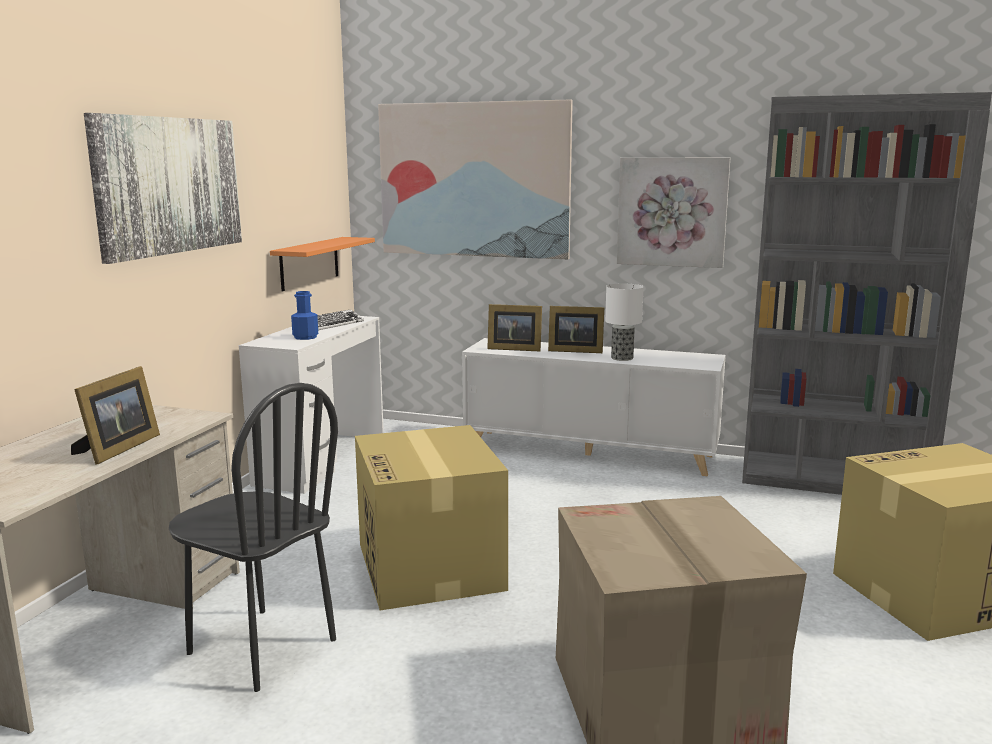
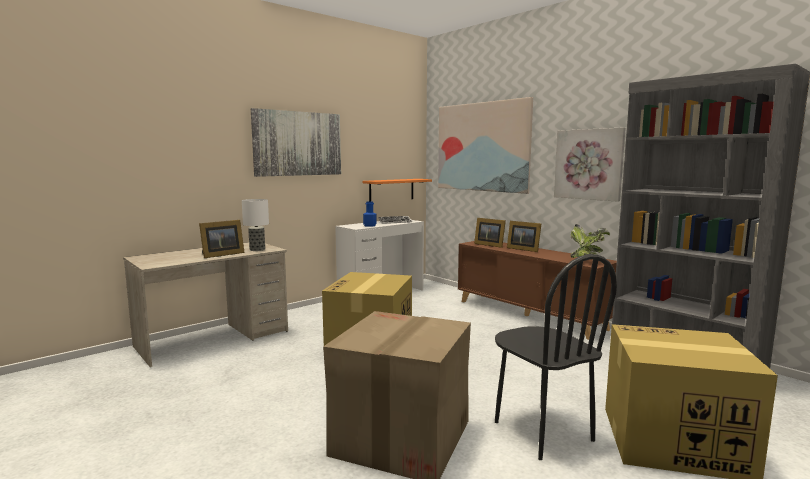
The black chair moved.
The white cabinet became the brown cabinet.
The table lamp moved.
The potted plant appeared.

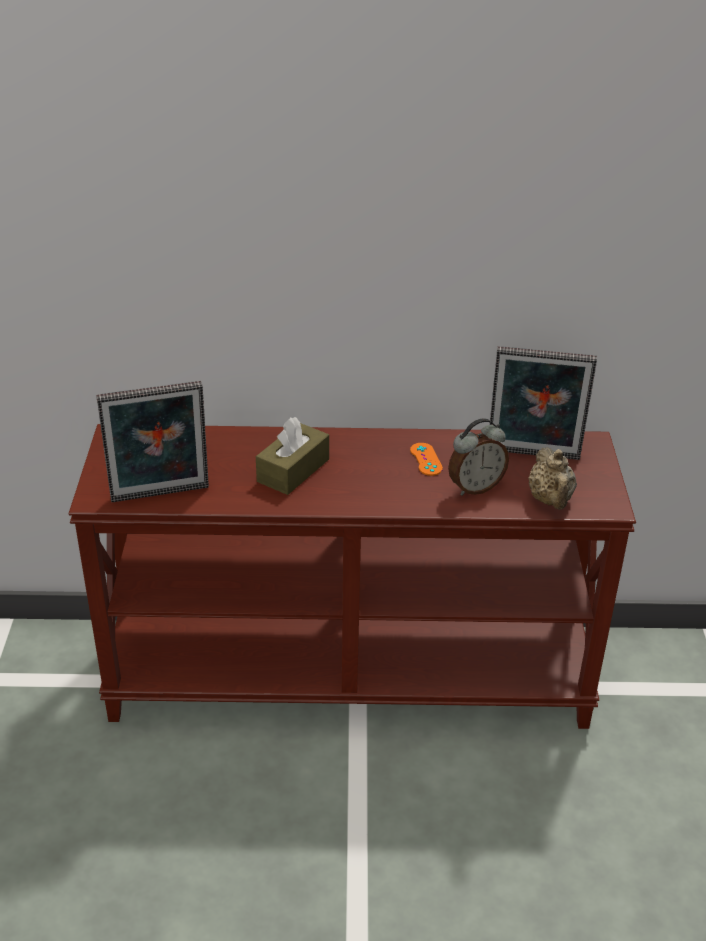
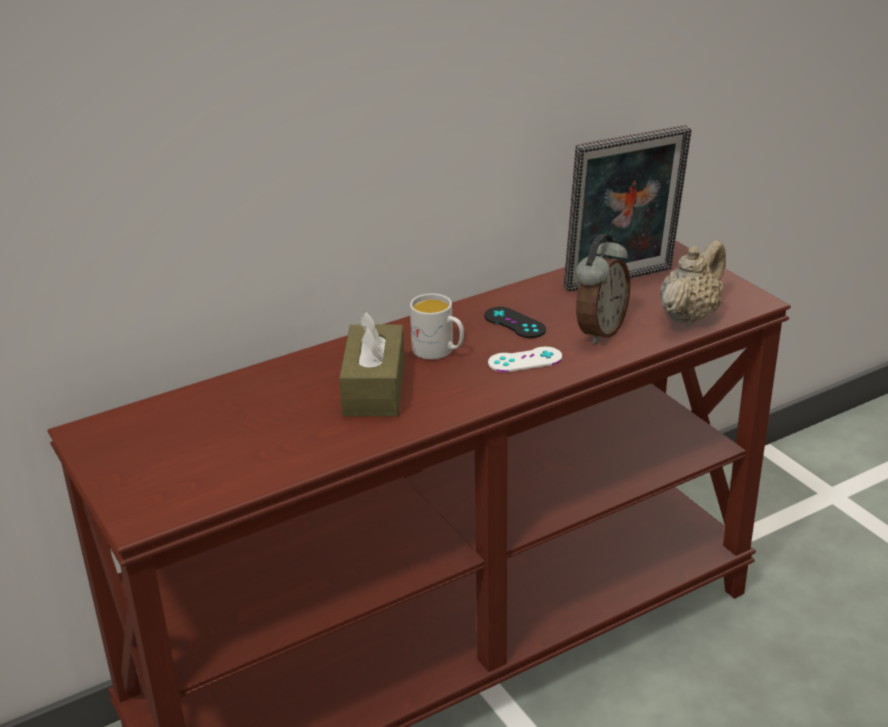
The picture frame (1st from left) disappeared.
The orange game controller became the black game controller.
The beige teapot turned 105 degrees counterclockwise.
The white mug appeared.
The white game controller appeared.

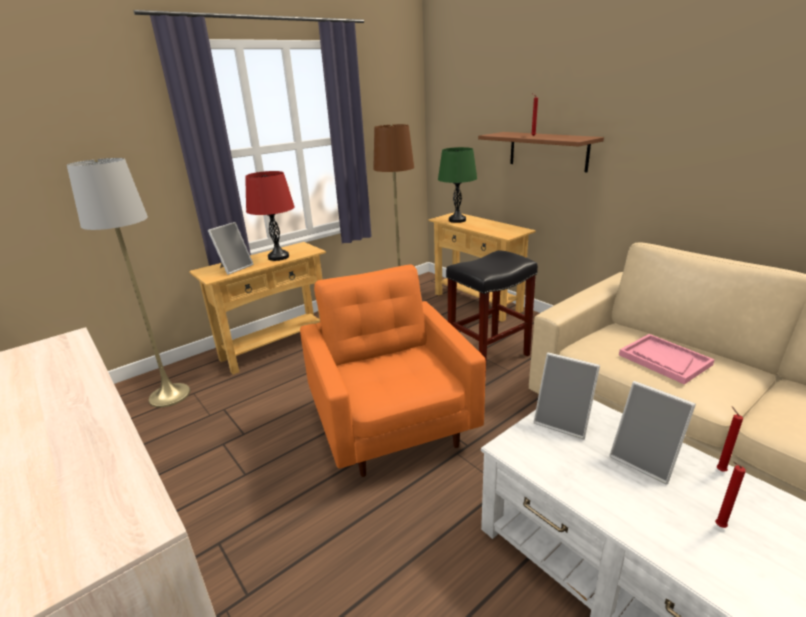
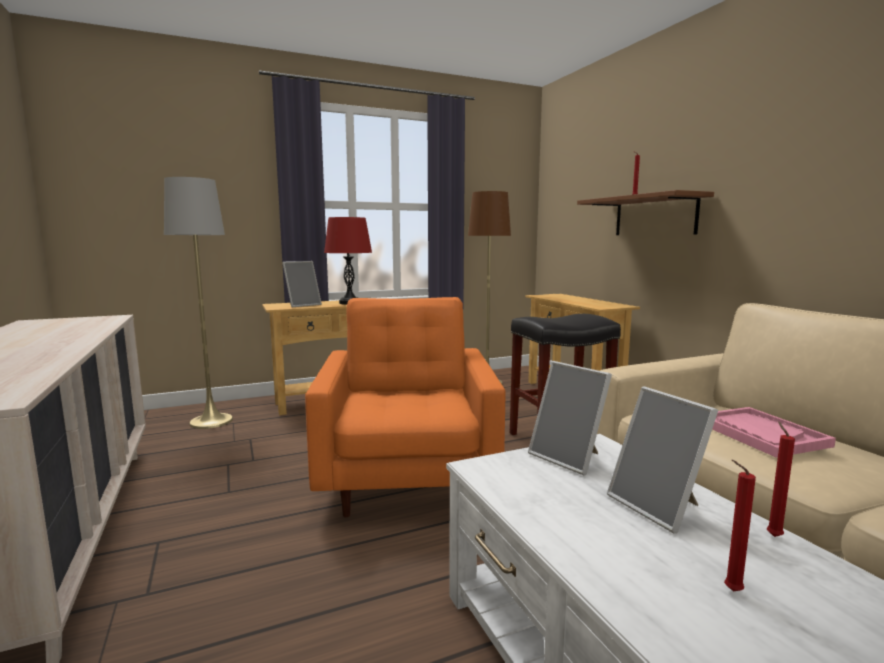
The green table lamp disappeared.

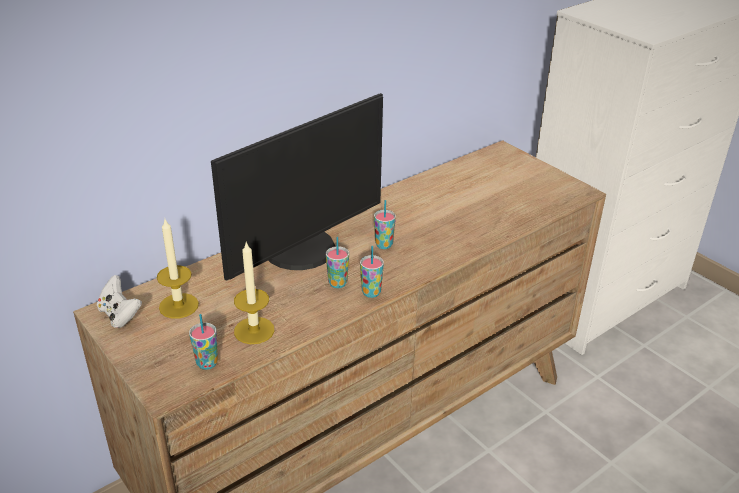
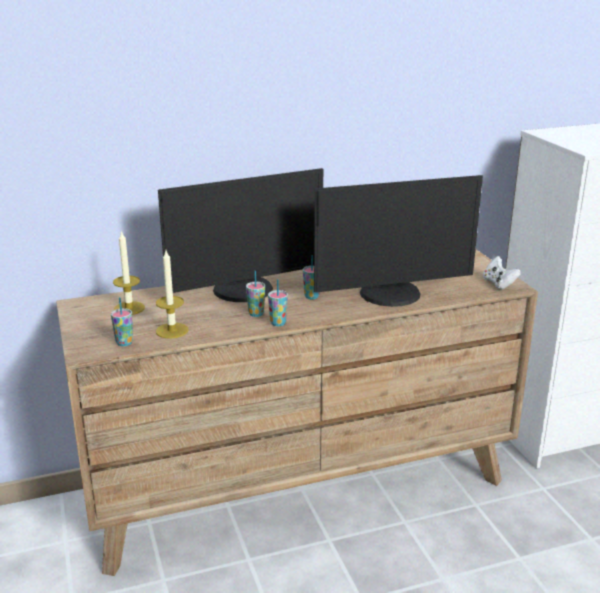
The white game controller moved.
The monitor (2nd from left) appeared.

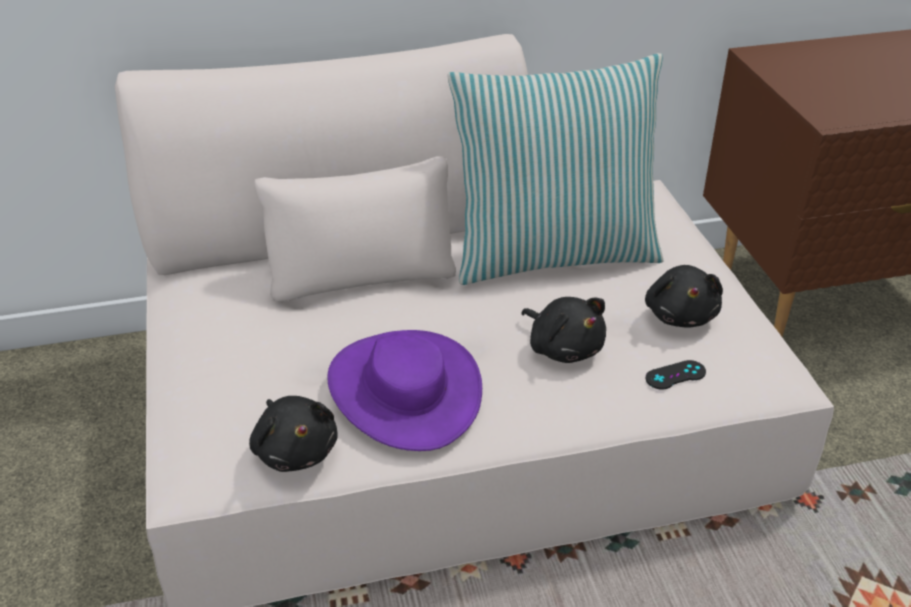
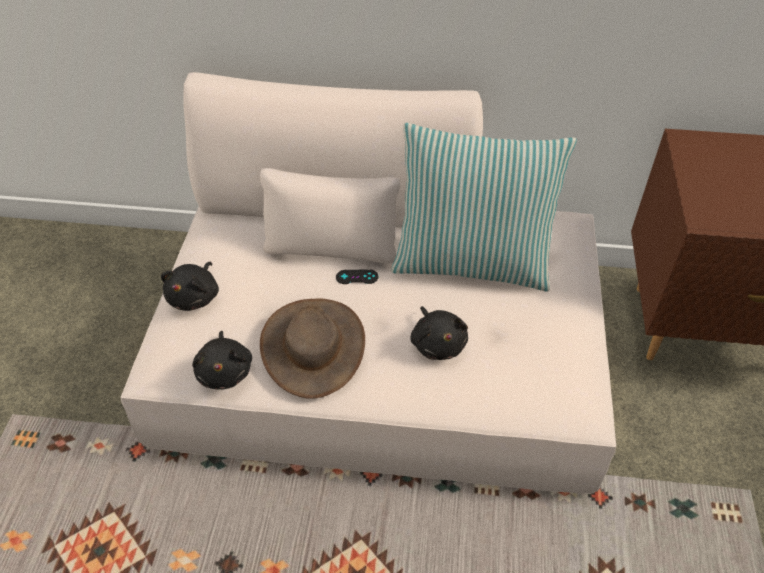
The purple hat became the brown hat.
The black plush toy (3rd from left in the first image) moved.
The black game controller moved.

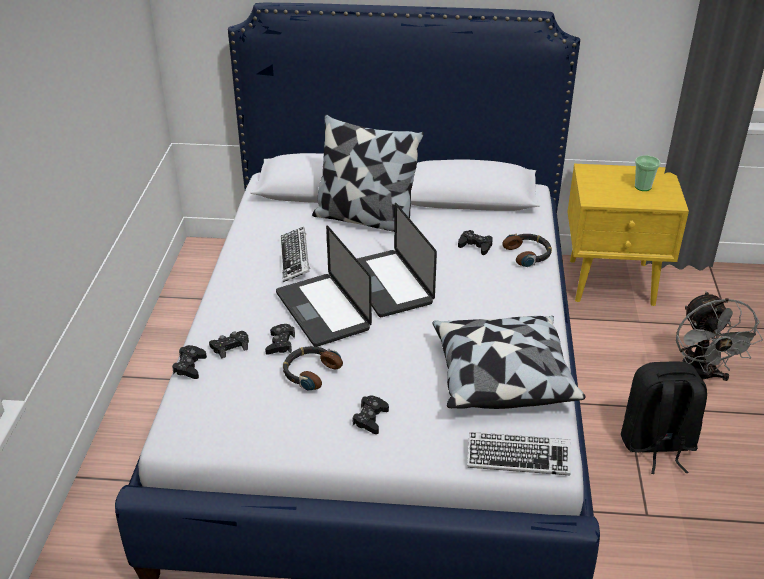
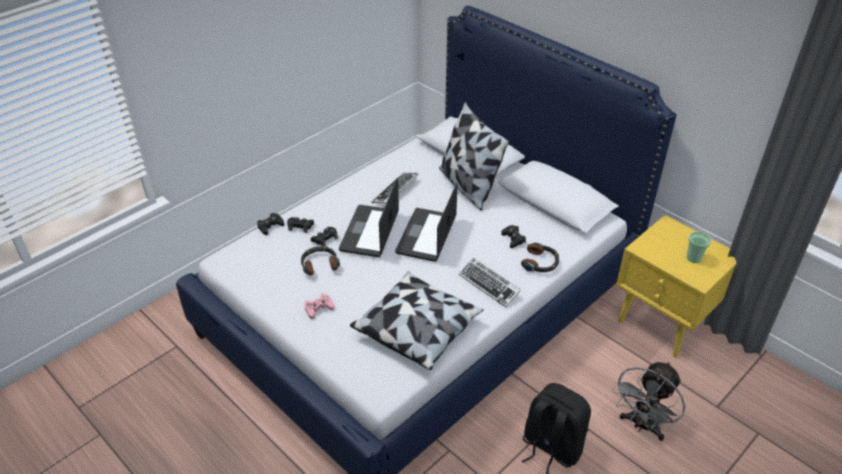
The black game controller (4th from left) became the pink game controller.
The keyboard (2nd from left) moved.

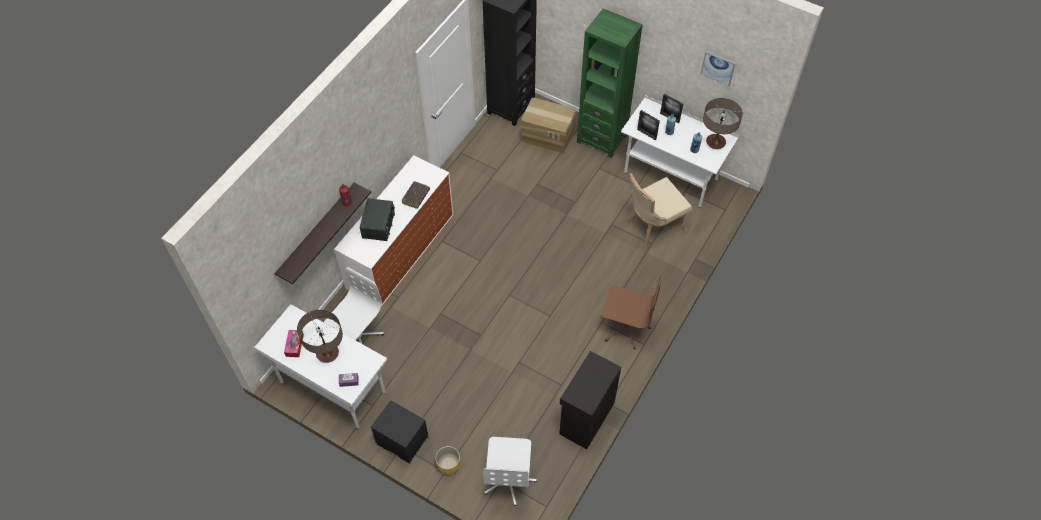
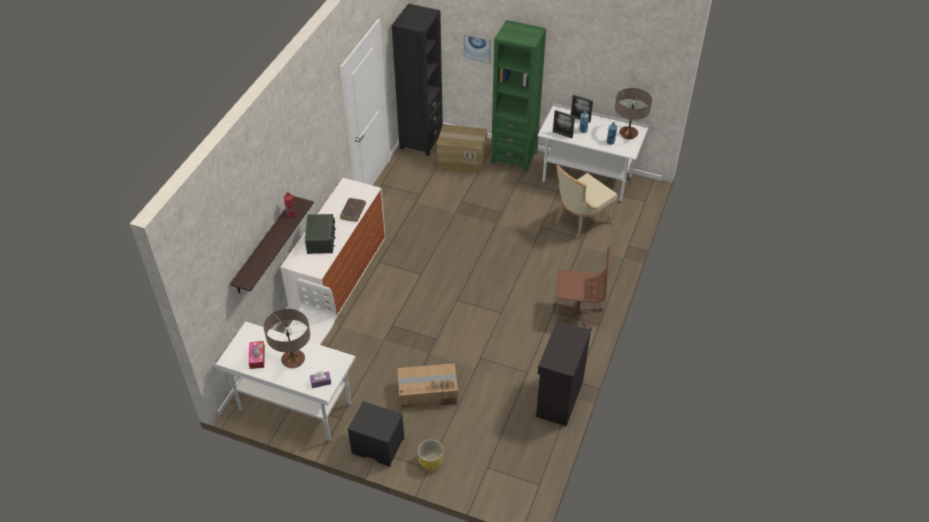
The white office chair (2nd from left) disappeared.
The picture moved.
The cardboard box (1st from left) appeared.

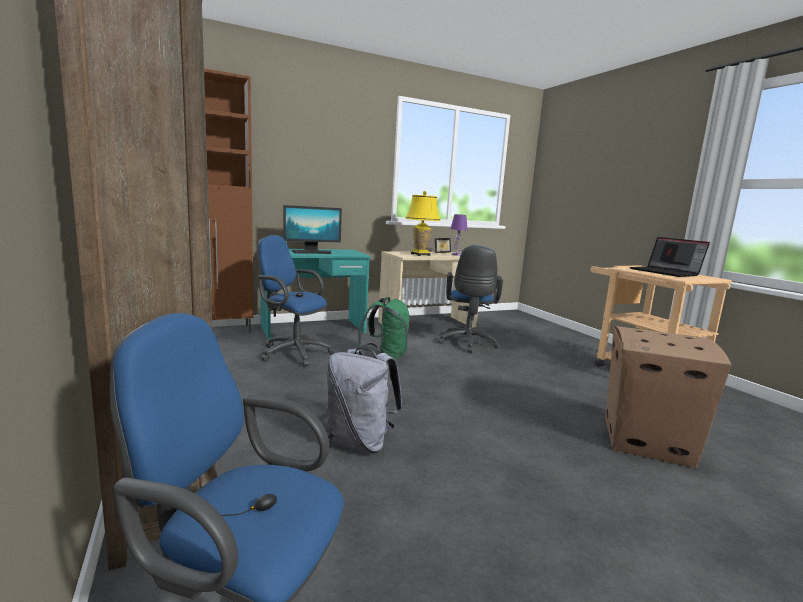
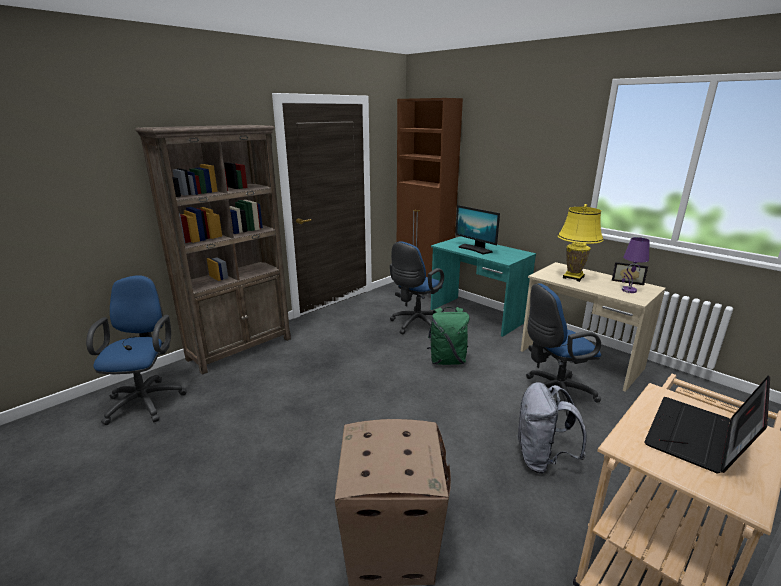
The blue office chair (2nd from left) turned 150 degrees counterclockwise.
The grey backpack moved.

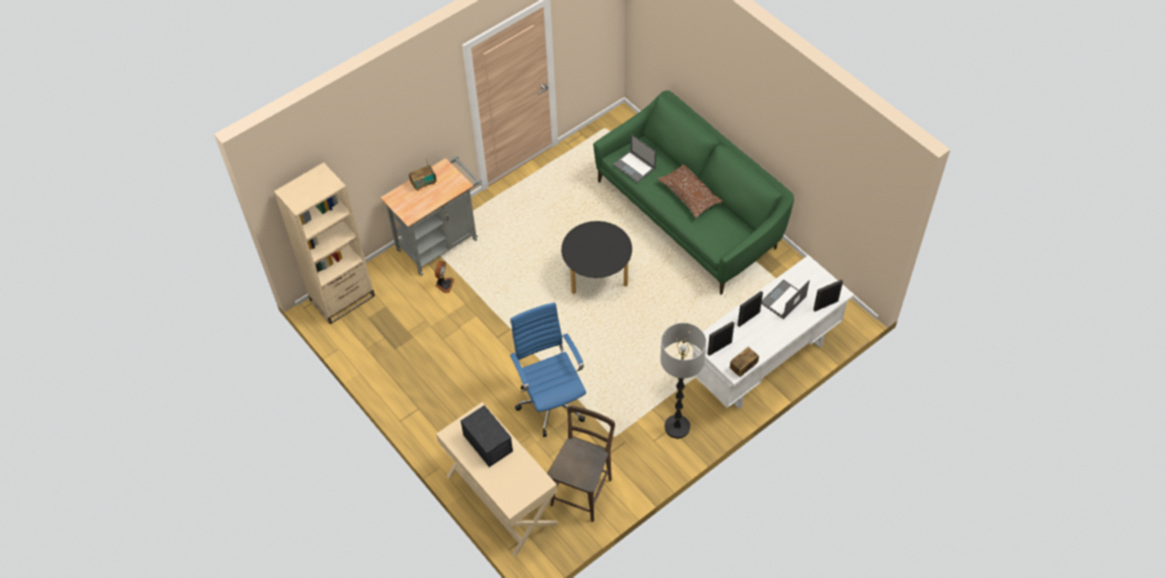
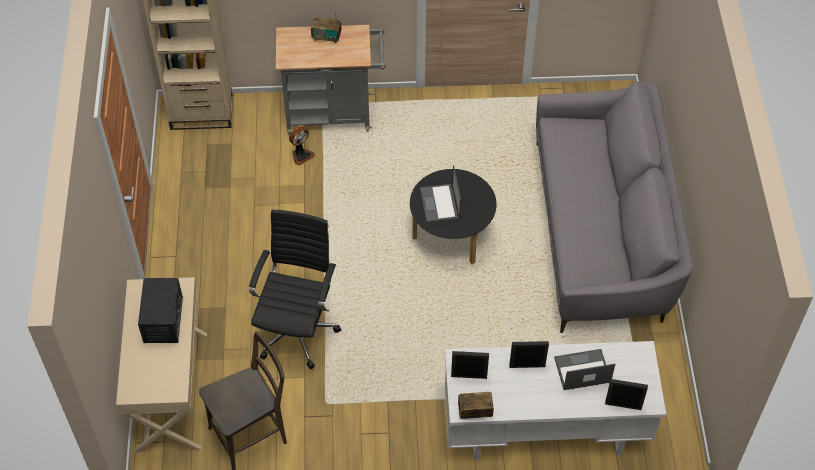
The blue office chair became the black office chair.
The green sofa became the grey sofa.
The laptop (1st from left) moved.
The brown pillow disappeared.
The floor lamp disappeared.

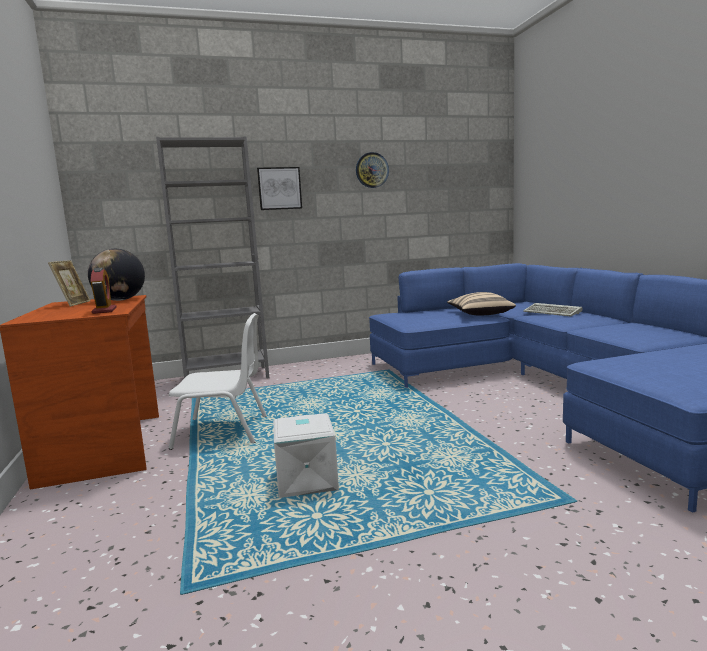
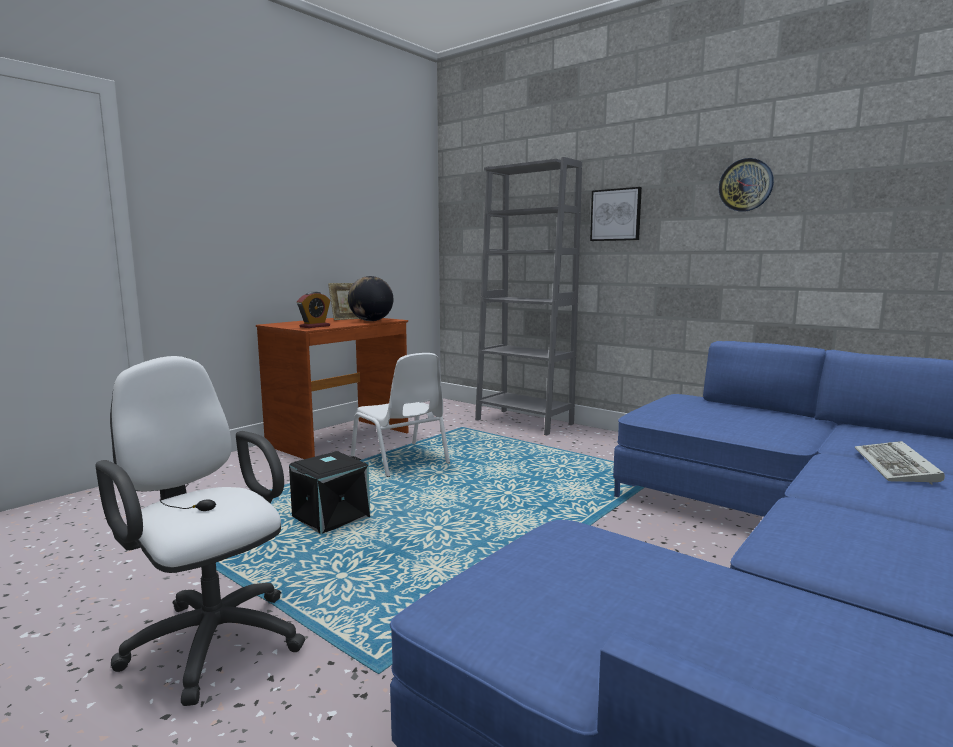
The white storage box became the black storage box.
The beige pillow disappeared.
The white office chair appeared.

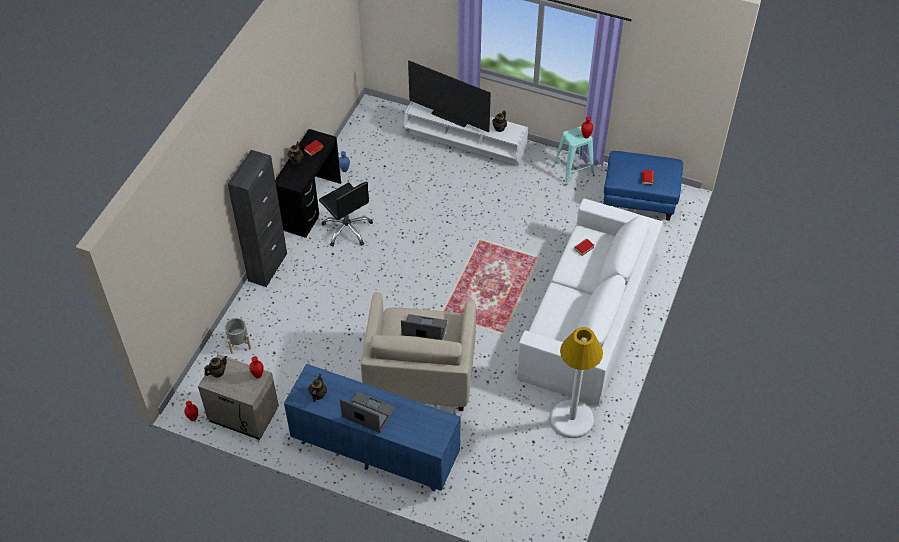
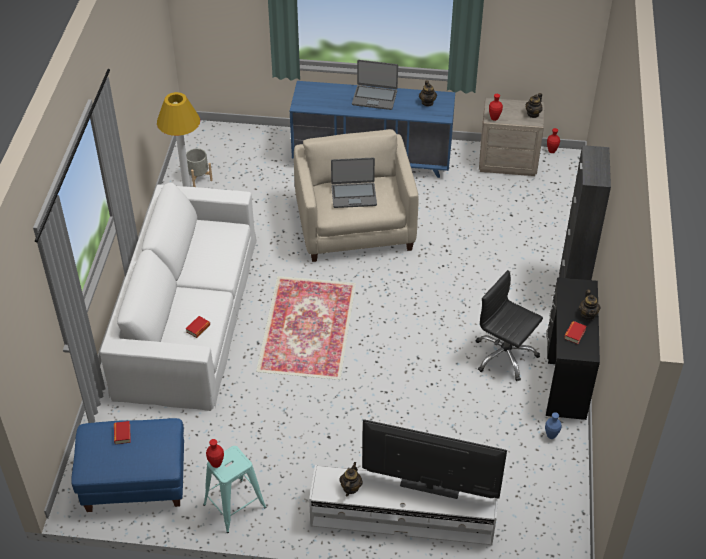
The grey planter moved.

